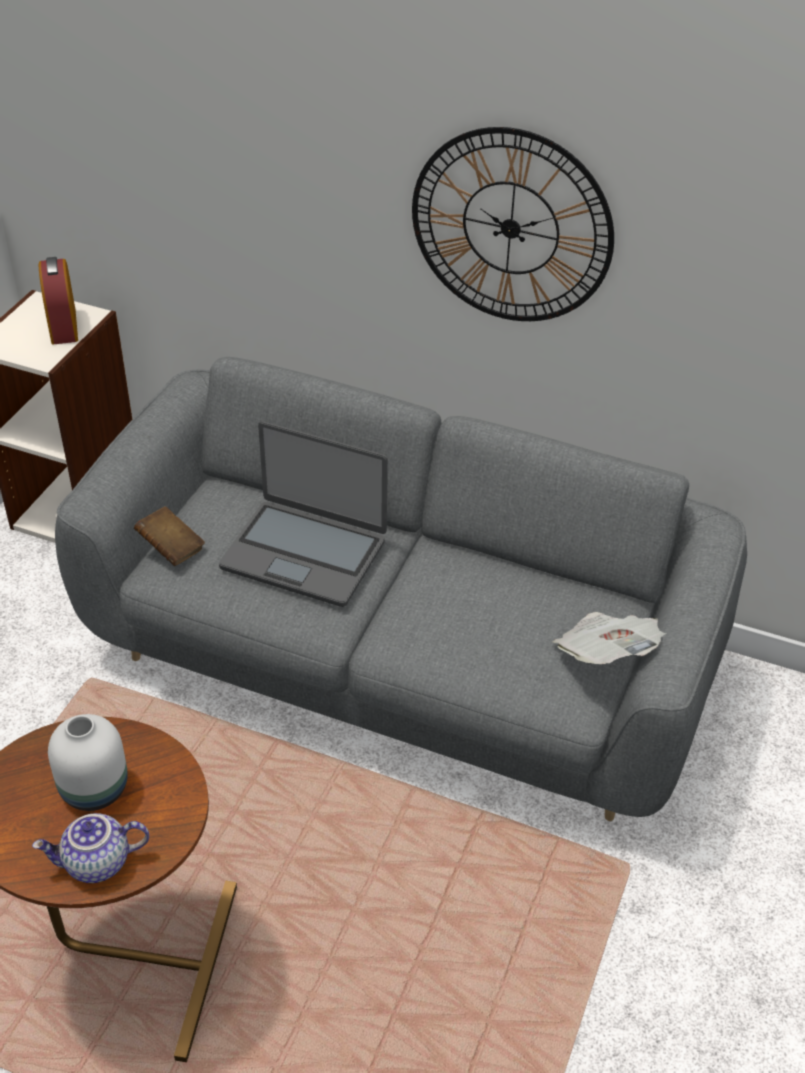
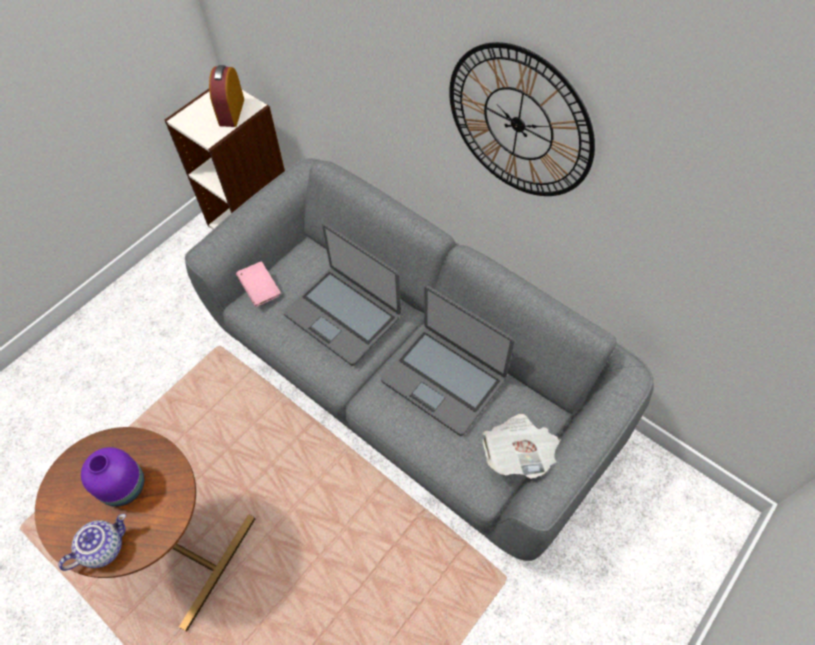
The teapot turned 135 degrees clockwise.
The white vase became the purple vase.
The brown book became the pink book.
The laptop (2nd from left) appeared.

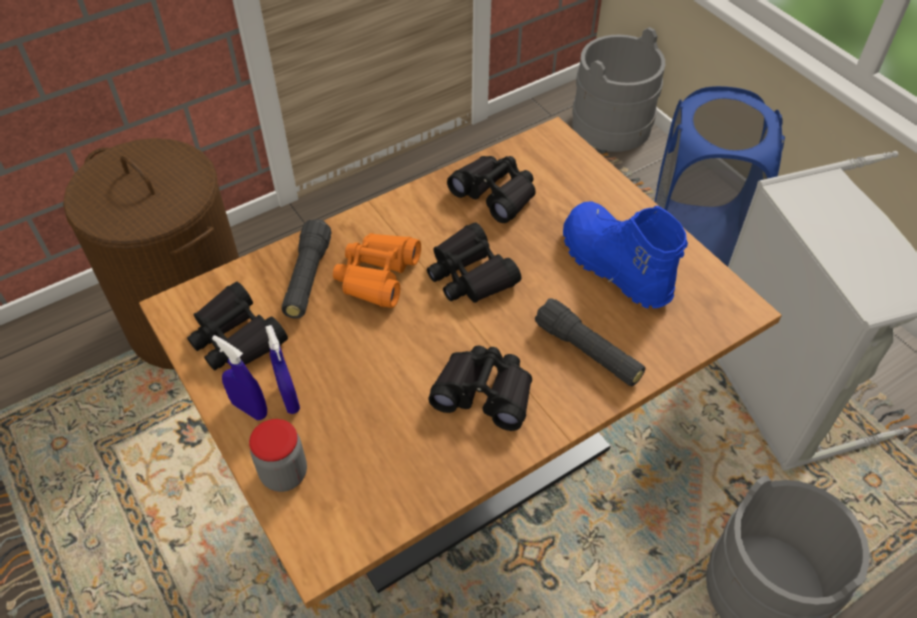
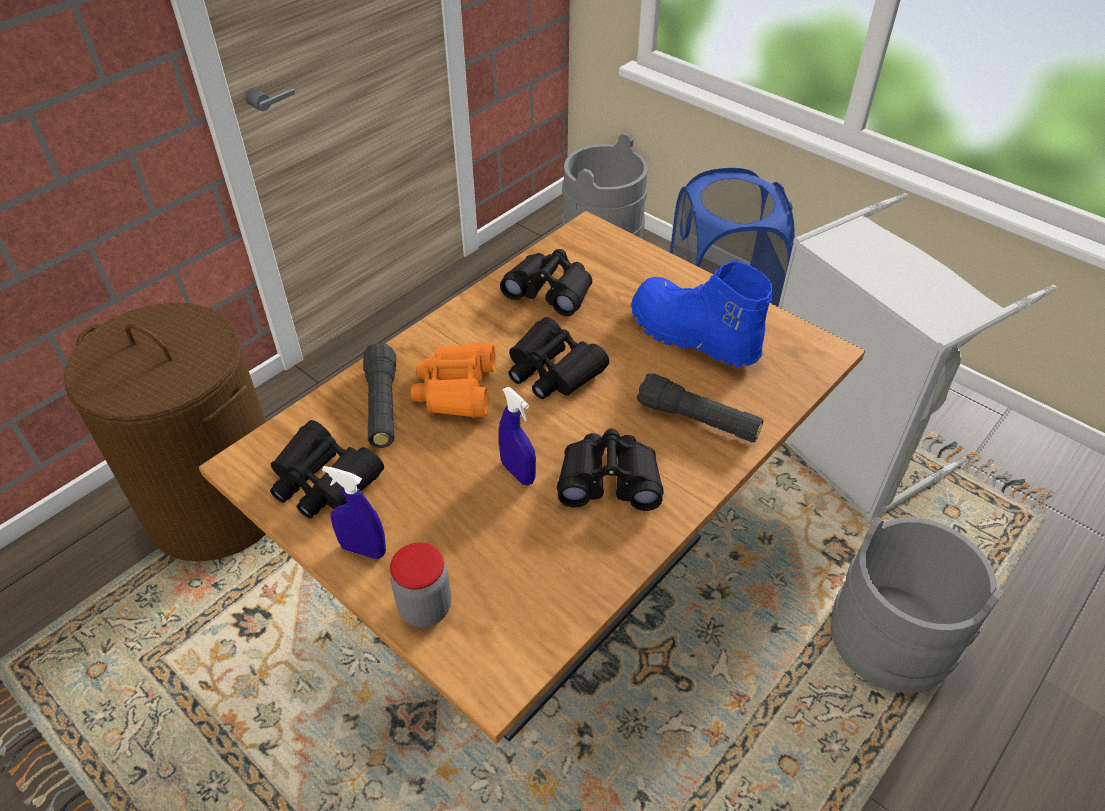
The blue spray bottle (2nd from left) moved.

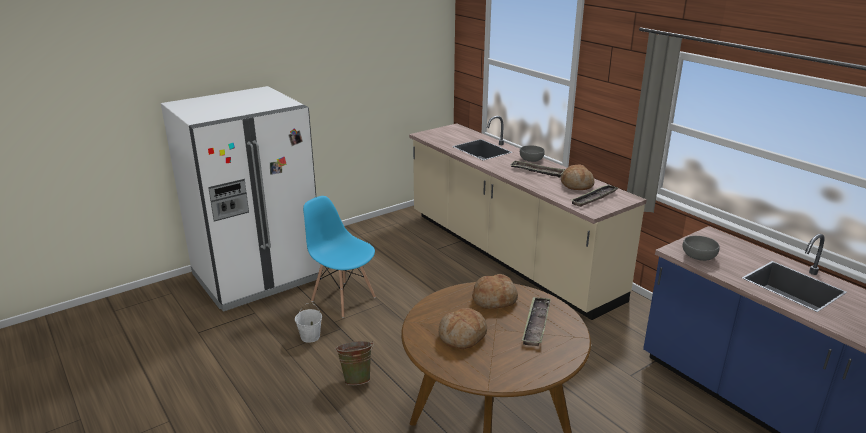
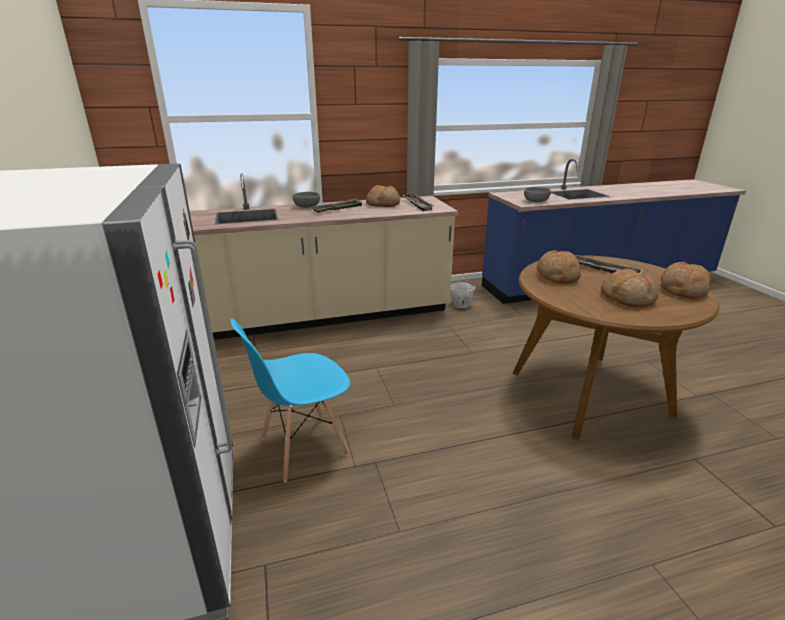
The white bucket moved.
The green bucket disappeared.
The bread (4th from left) appeared.

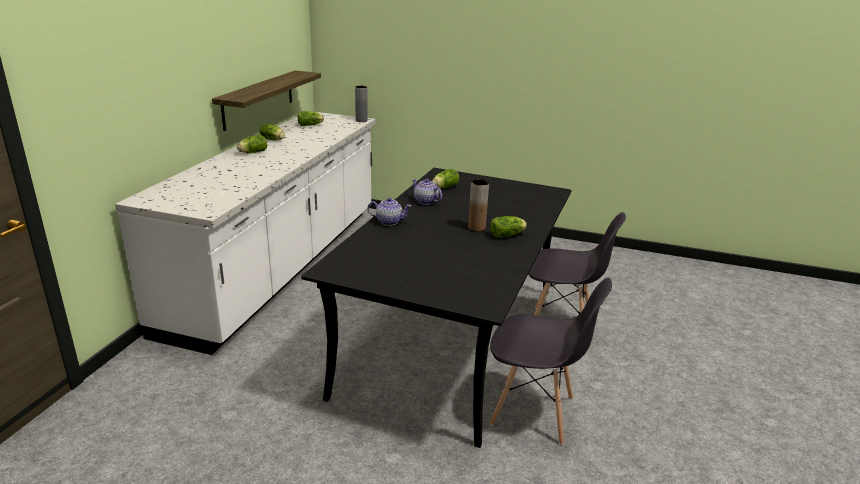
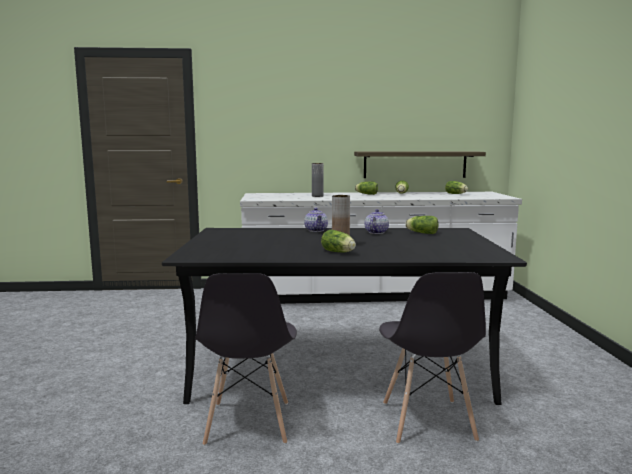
The grey vase moved.

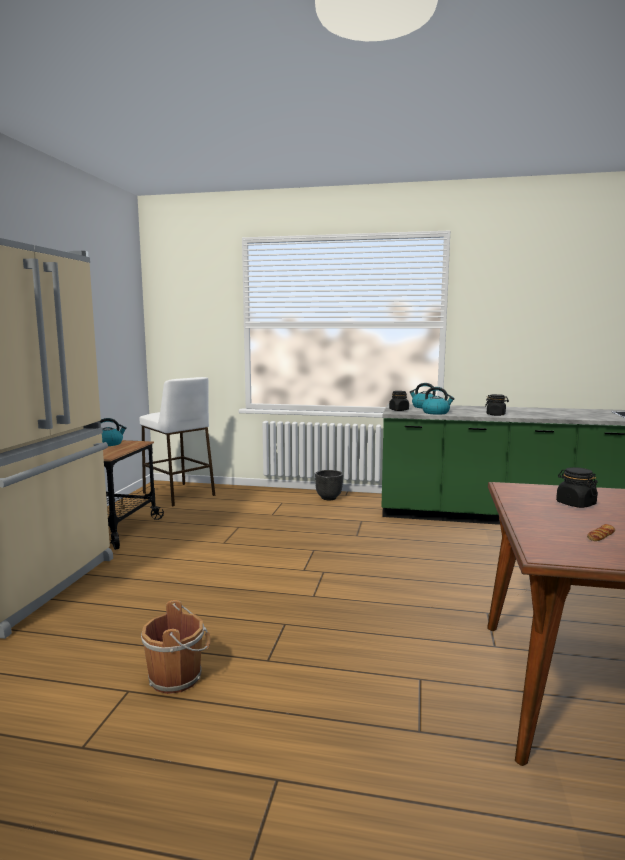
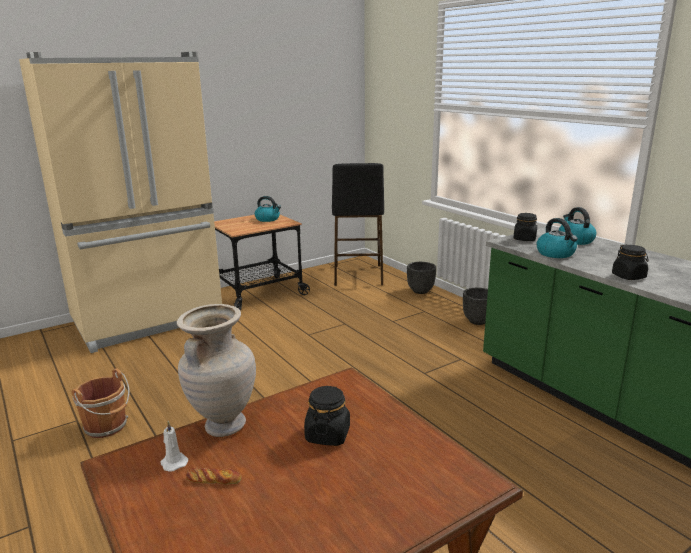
The white stool became the black stool.
The white candle appeared.
The beige vase appeared.
The black planter (1st from left) appeared.

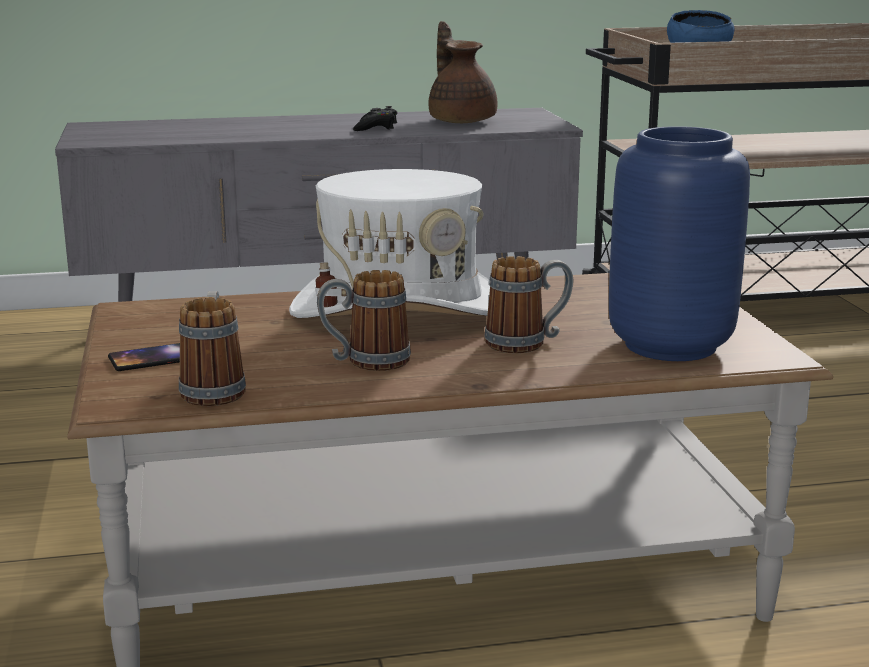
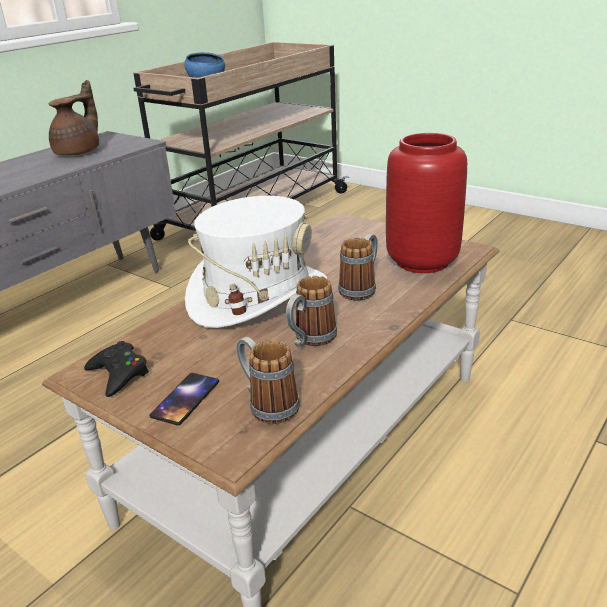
The black game controller moved.
The brown teapot turned 90 degrees clockwise.
The blue vase became the red vase.

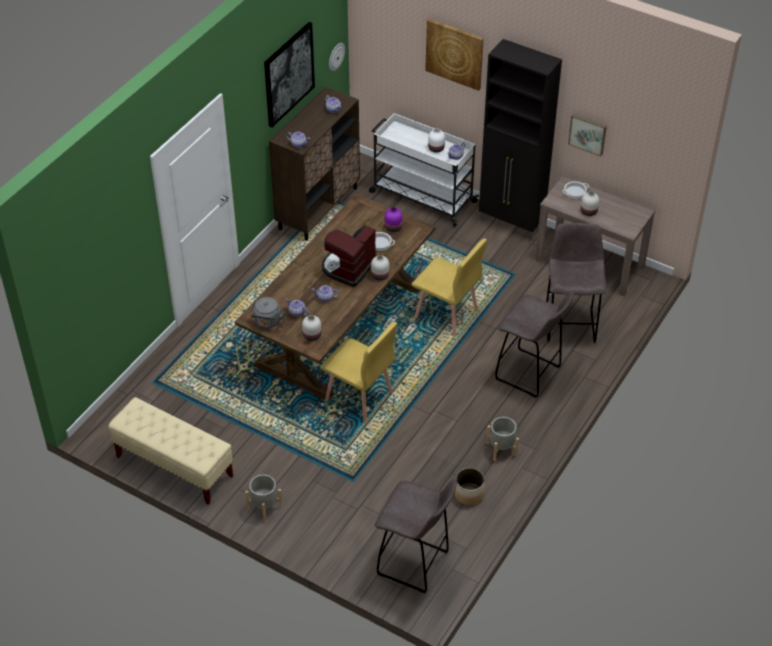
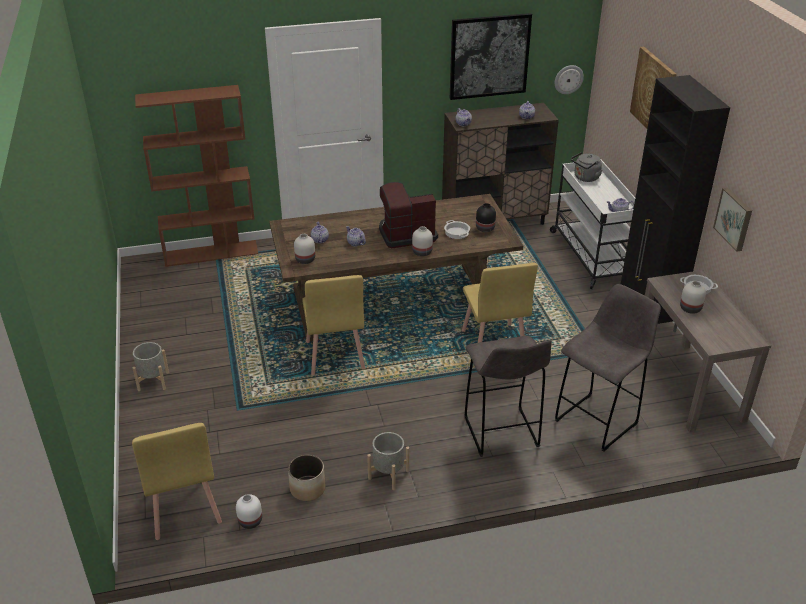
The beige bench disappeared.
The grey kettle moved.
The grey stool (1st from left) was replaced by the yellow chair (1st from left).
The purple vase became the black vase.
The white vase (3rd from left in the first image) moved.
The brown bookcase appeared.

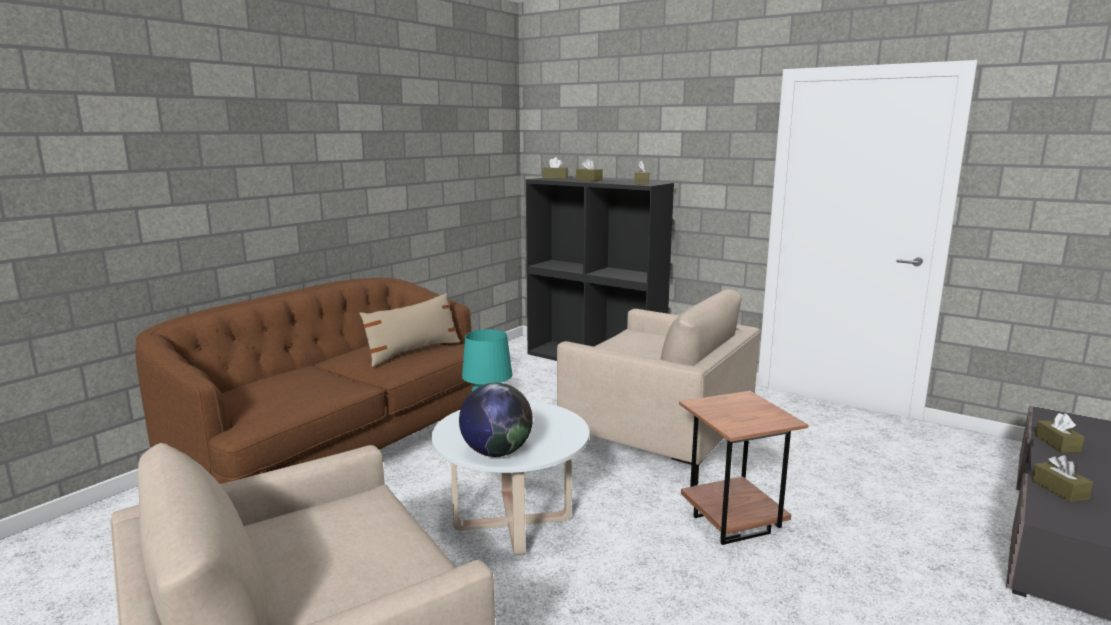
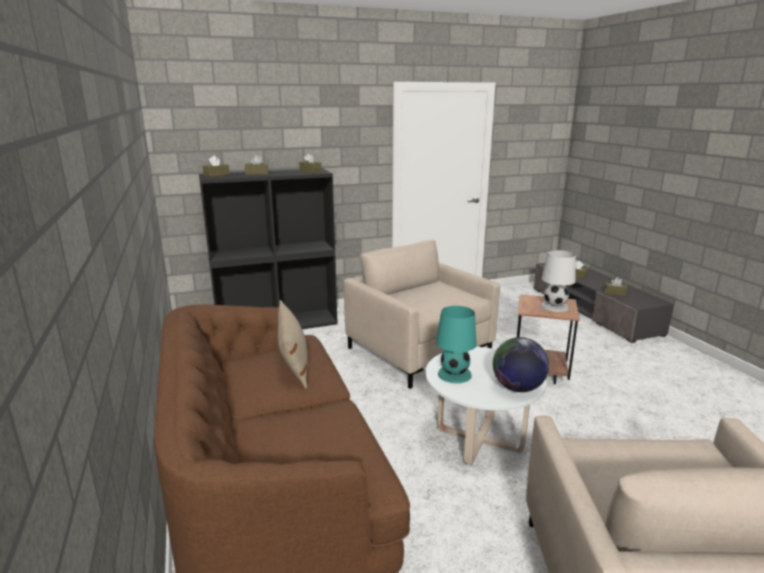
The beige armchair (2nd from left in the first image) turned 105 degrees counterclockwise.
The white table lamp appeared.

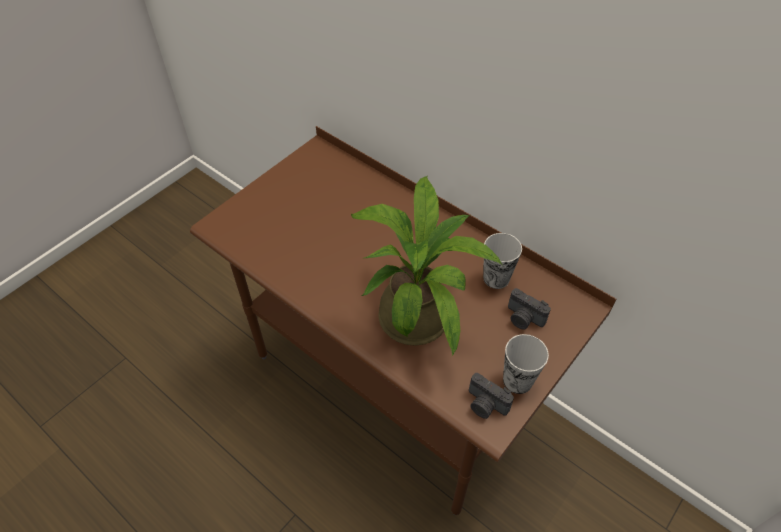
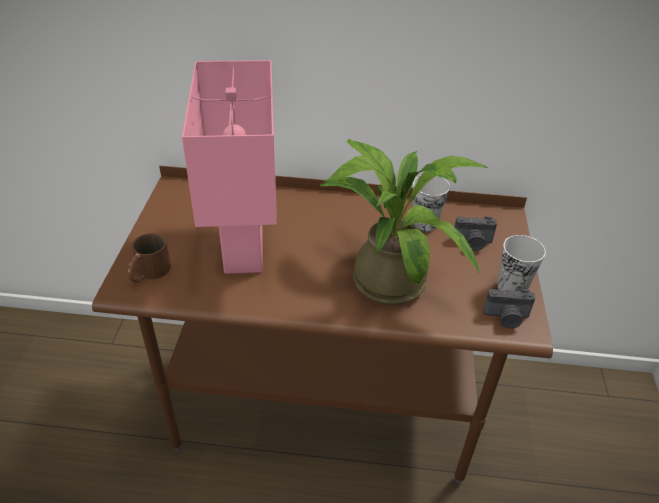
The brown mug appeared.
The pink table lamp appeared.

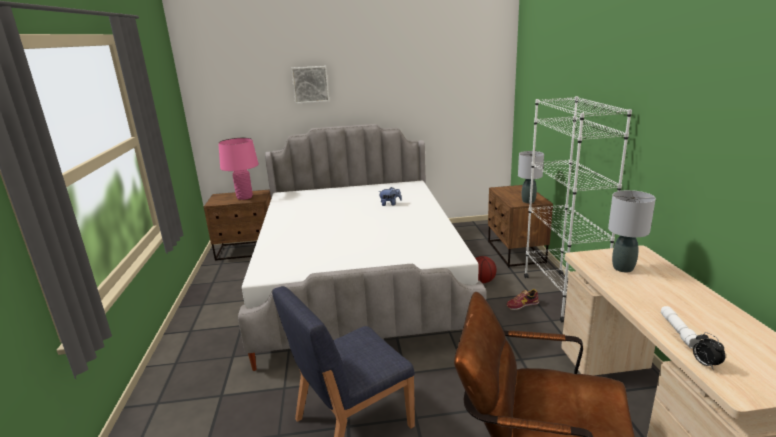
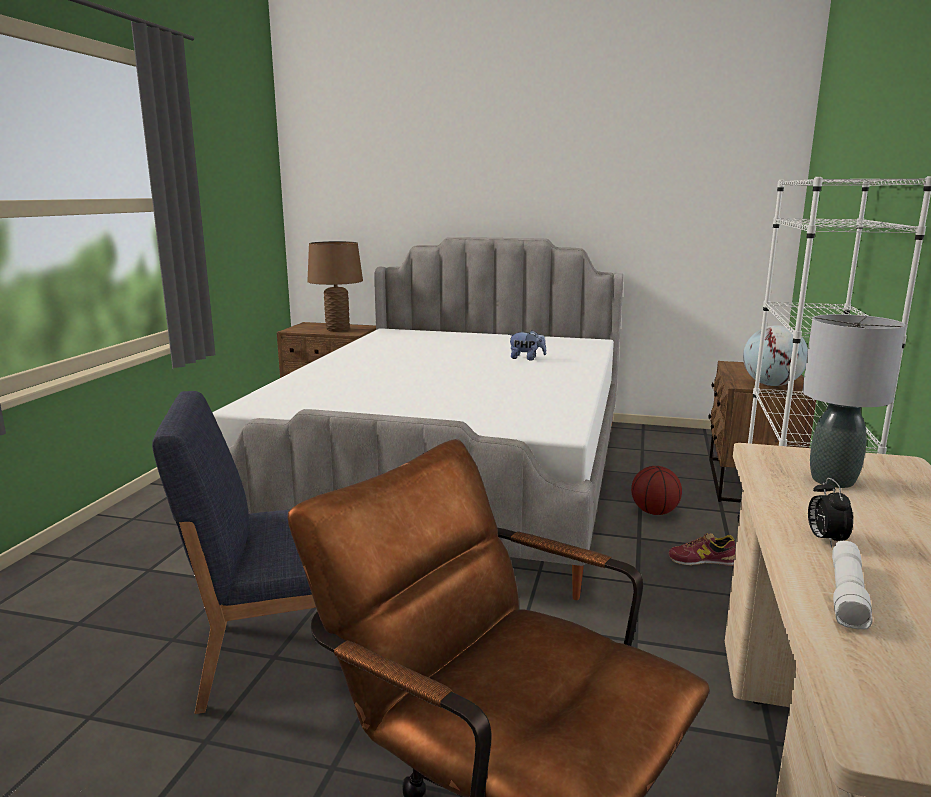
The pink table lamp became the brown table lamp.
The picture disappeared.
The grey table lamp (1st from left) was replaced by the globe.
The alarm clock moved.

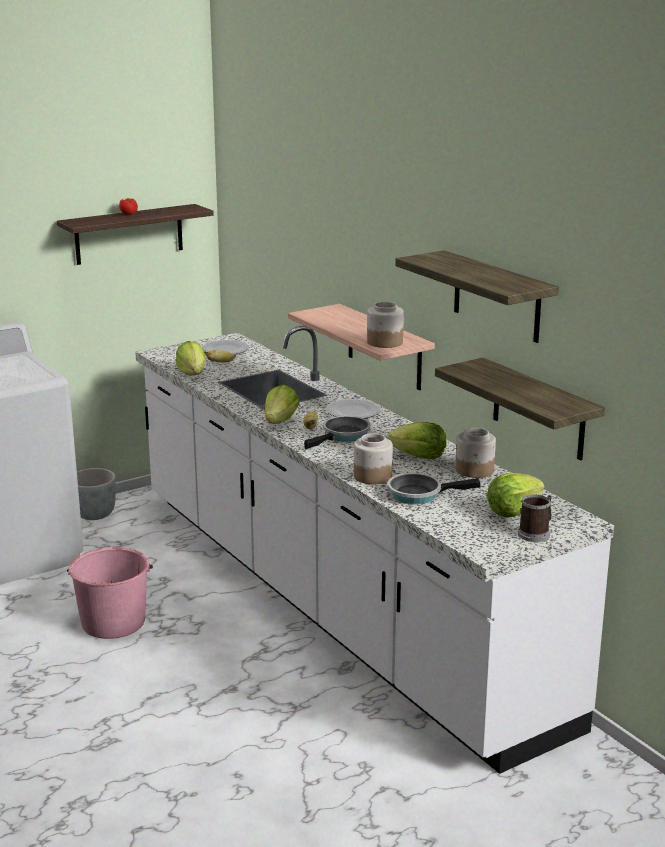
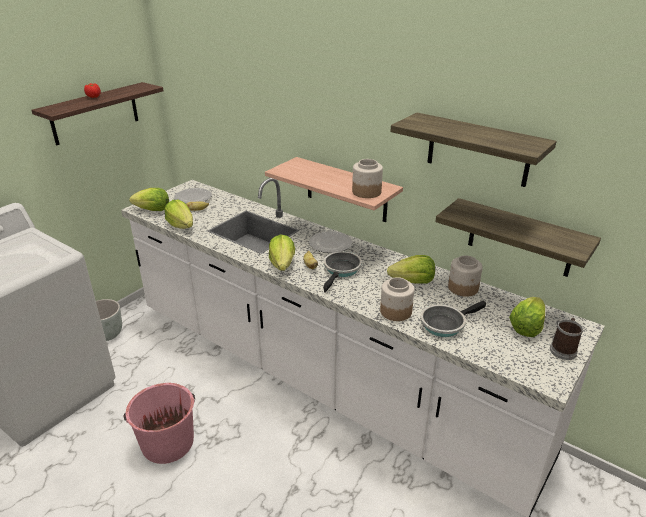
The lettuce (1st from left) appeared.

